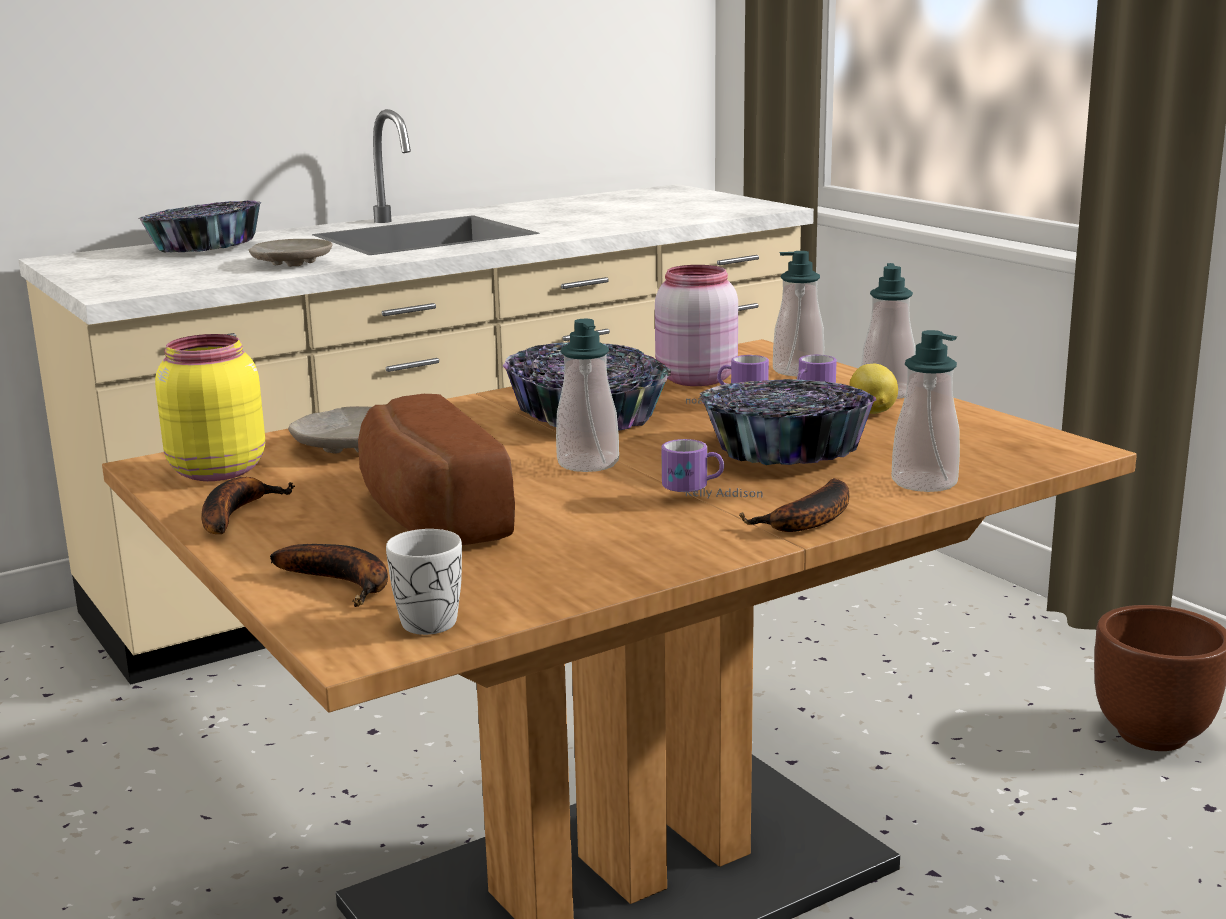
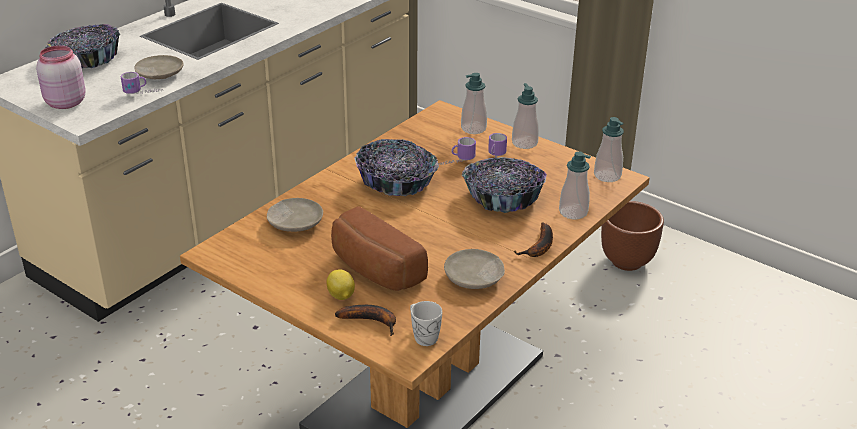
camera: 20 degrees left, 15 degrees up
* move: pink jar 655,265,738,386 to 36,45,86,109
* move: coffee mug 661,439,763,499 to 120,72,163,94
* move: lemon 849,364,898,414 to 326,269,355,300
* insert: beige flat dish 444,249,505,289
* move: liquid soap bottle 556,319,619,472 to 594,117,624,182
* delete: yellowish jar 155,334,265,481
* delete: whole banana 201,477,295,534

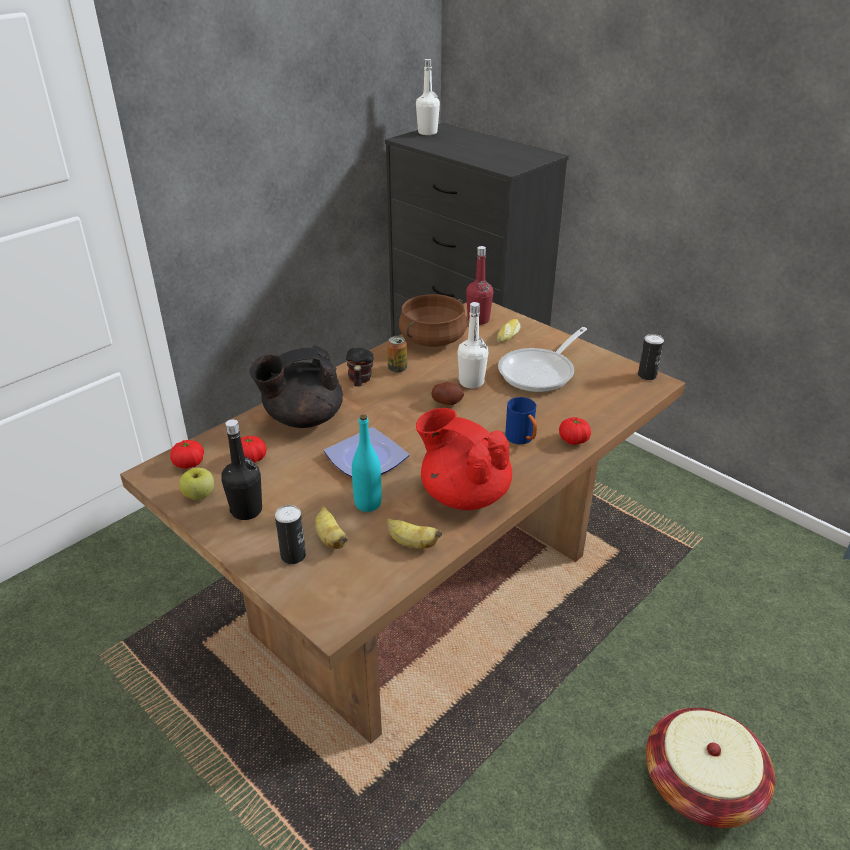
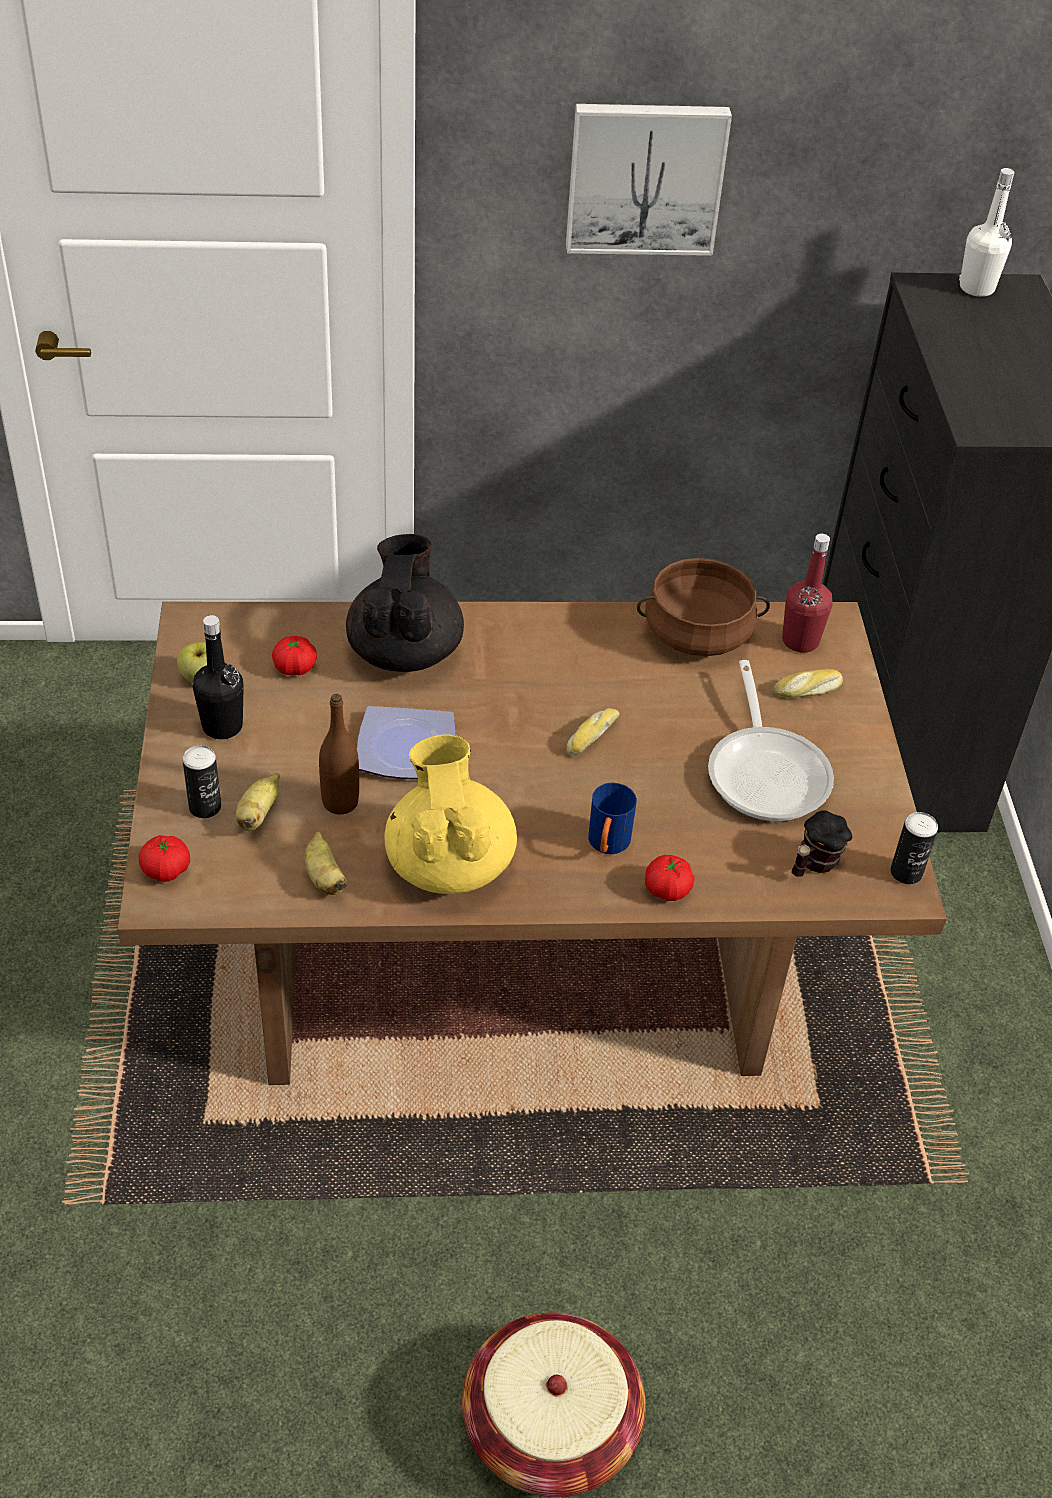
camera: 40 degrees right, 10 degrees up
* move: whole tomato 170,440,204,469 to 139,835,190,882
* recolor: turquoise-coloured drink bottle 352,415,382,512 to brown drink bottle 319,694,359,815
* rotate: black teapot 249,345,343,428 = 346,534,464,672 75 degrees clockwise
* recolor: red-coloured teapot 416,408,512,510 to yellowish teapot 384,734,517,894
* insert: wall art 566,104,732,256
* replace: whole potato 431,382,464,405 to bakery bread 566,708,620,756
* rotate: skillet 498,327,587,392 = 708,660,834,821 90 degrees counterclockwise
* move: coffee mug 346,348,374,387 to 791,810,852,877
* delete: can 387,336,407,373
* delete: whitish drink bottle 457,302,488,388

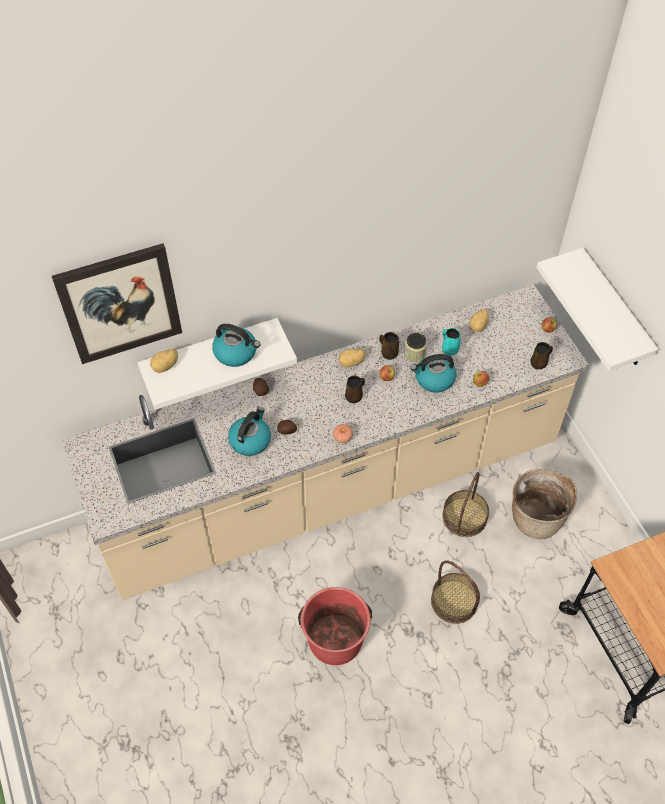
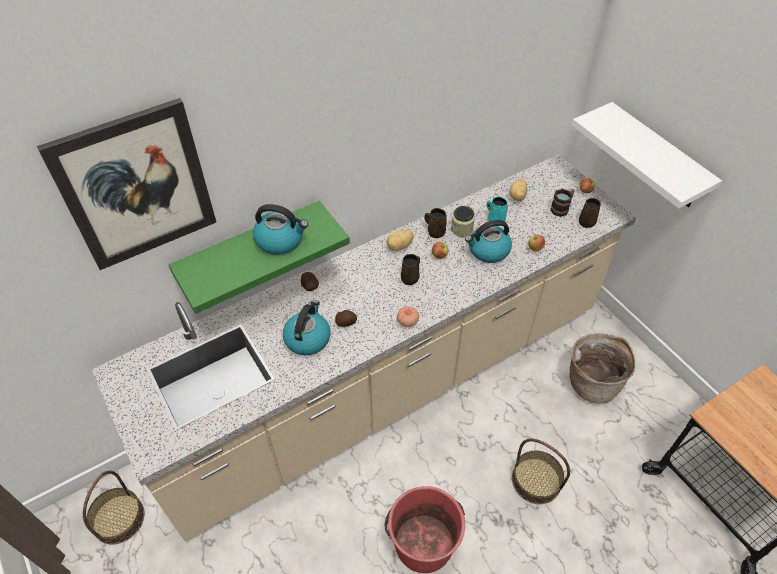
camera: 10 degrees left, 5 degrees down
* move: storage basket 443,472,489,537 to 83,471,145,545
* recolor: whitish bracket shelf 138,318,297,410 to green bracket shelf 169,201,350,314
* insert: coffee mug 550,189,574,217
* delete: whole potato 150,349,178,373

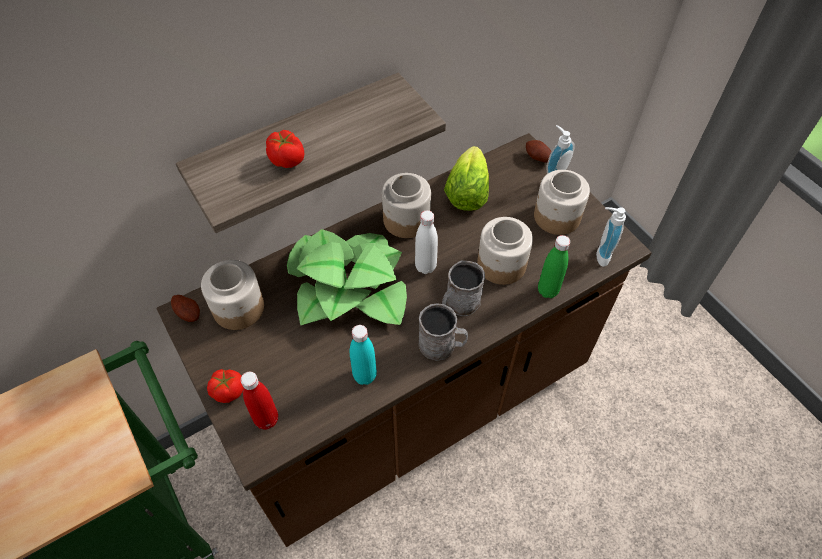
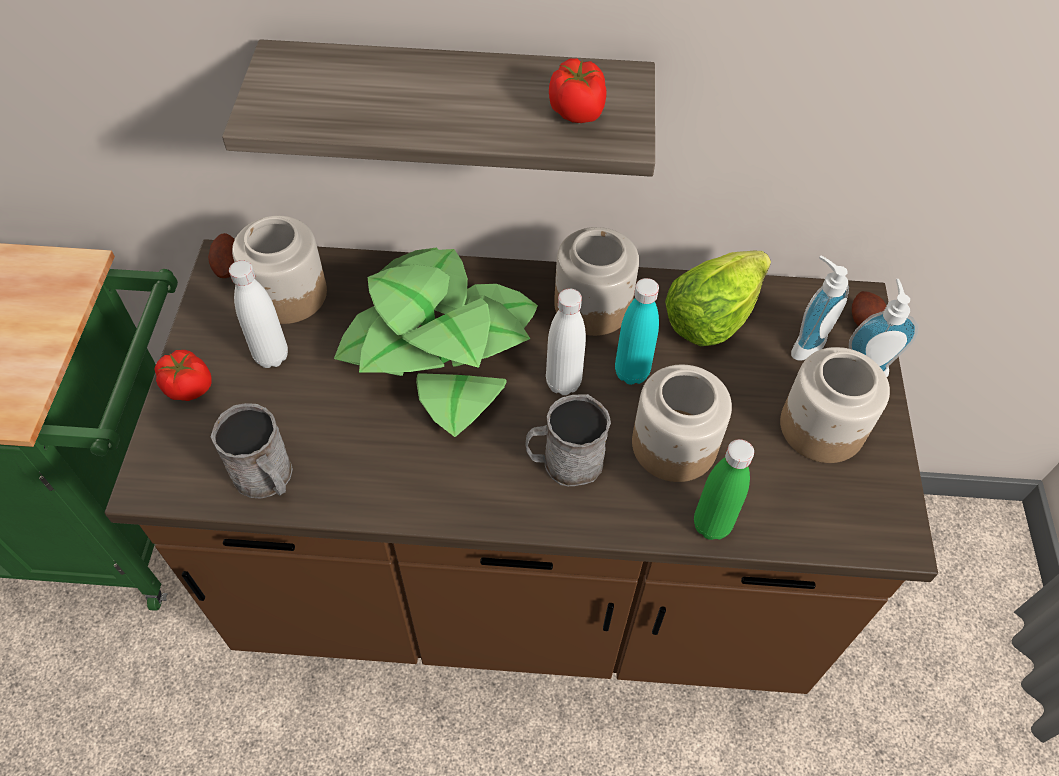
camera: 35 degrees right, 0 degrees up
* move: greyish coffee mug 418,303,468,361 to 211,403,293,499
* insert: whitish drink bottle 229,260,288,368
* move: whole tomato 266,130,304,168 to 549,58,607,123
* move: turquoise-coloured drink bottle 350,325,377,385 to 615,278,659,385
* move: liquid soap bottle 596,207,626,267 to 791,256,849,361
* delete: red-coloured drink bottle 241,372,278,430

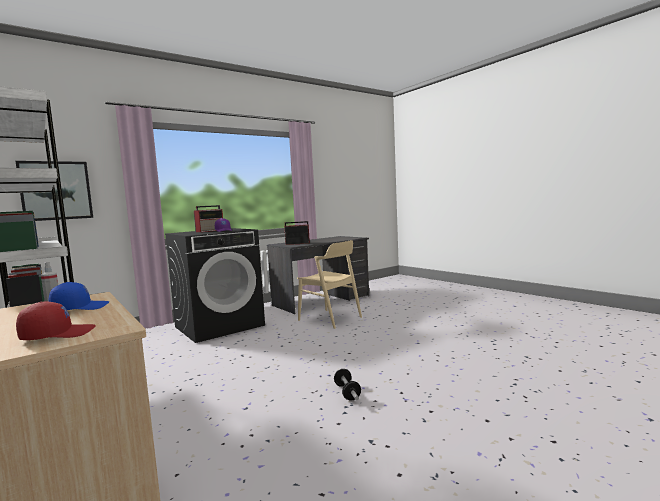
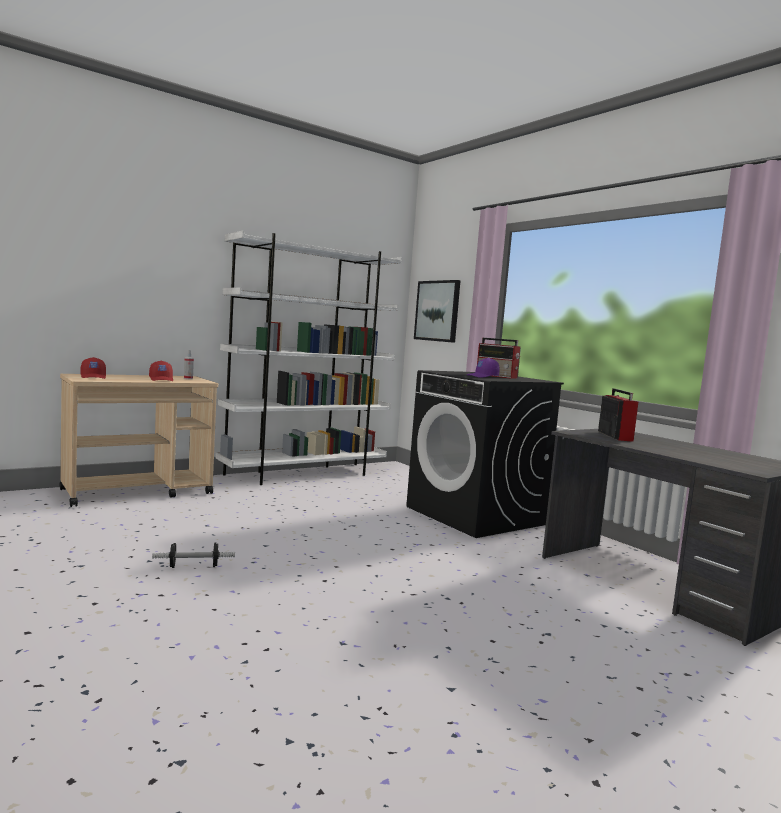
camera: 90 degrees right, 0 degrees up
* recolor: blue peaked cap 48,282,109,310 to red-coloured peaked cap 149,361,173,381
* delete: beige chair 297,240,362,329

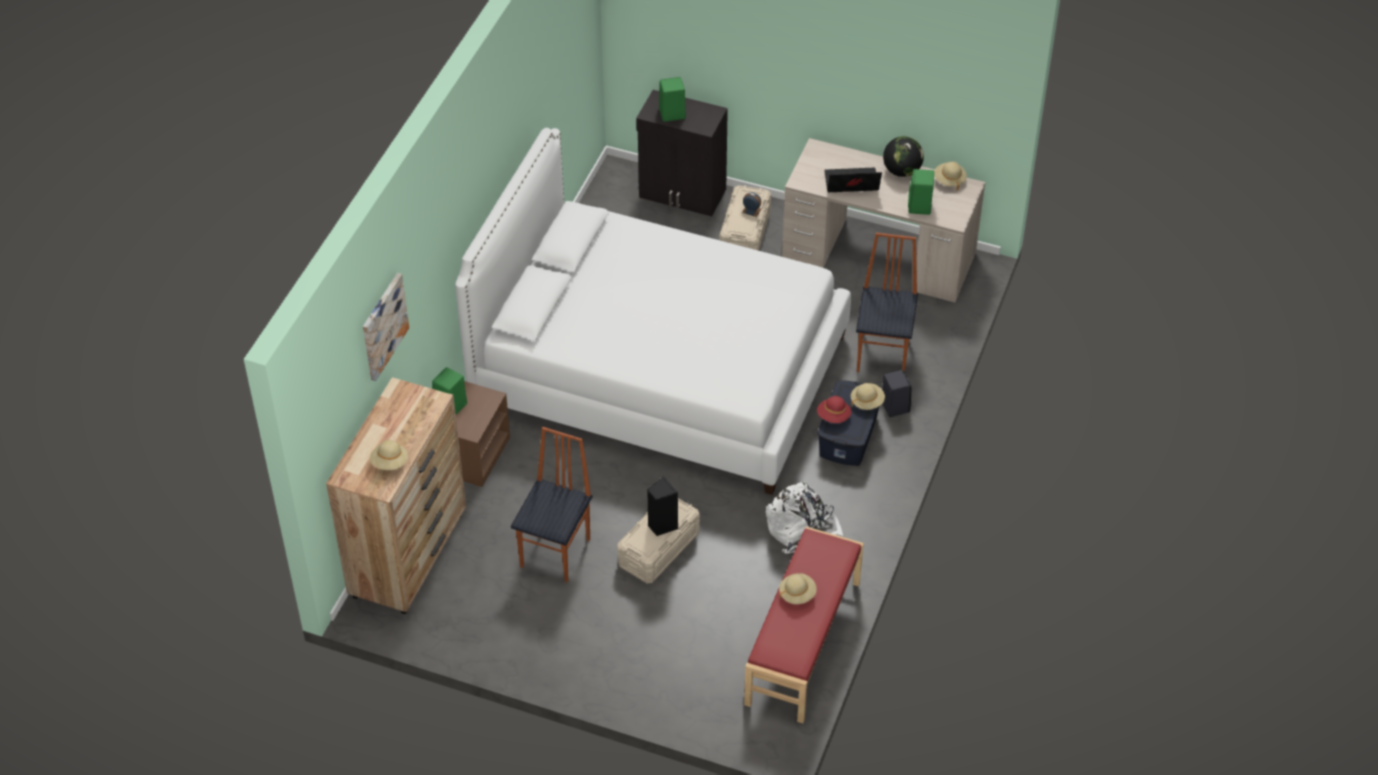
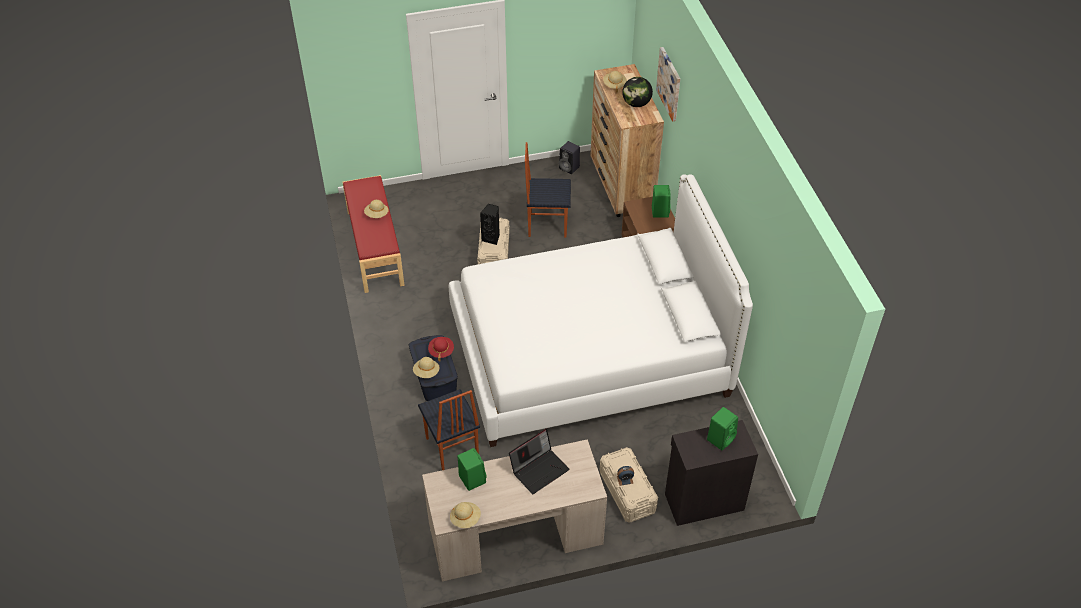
camera: 145 degrees right, 0 degrees up
* rotate: chair 511,427,592,582 = 525,142,571,238 105 degrees clockwise
* move: black audio speaker 882,370,912,417 to 559,141,580,174
* move: globe 883,136,924,177 to 622,77,653,107
* delete: whitish knapsack 766,482,843,554

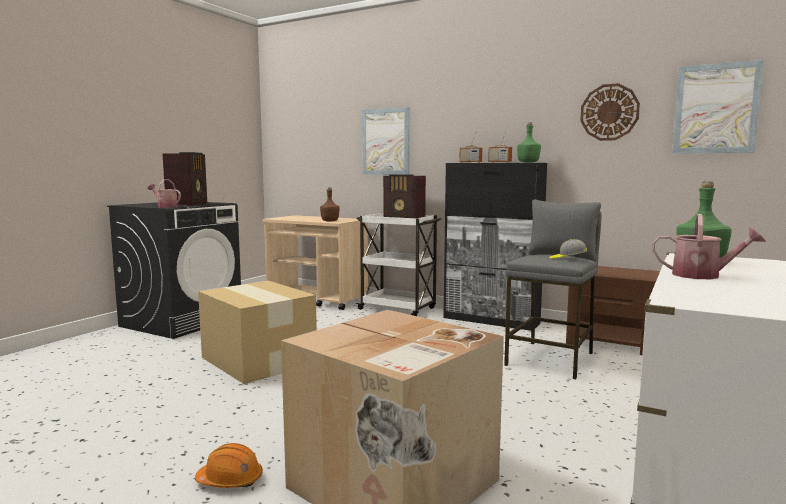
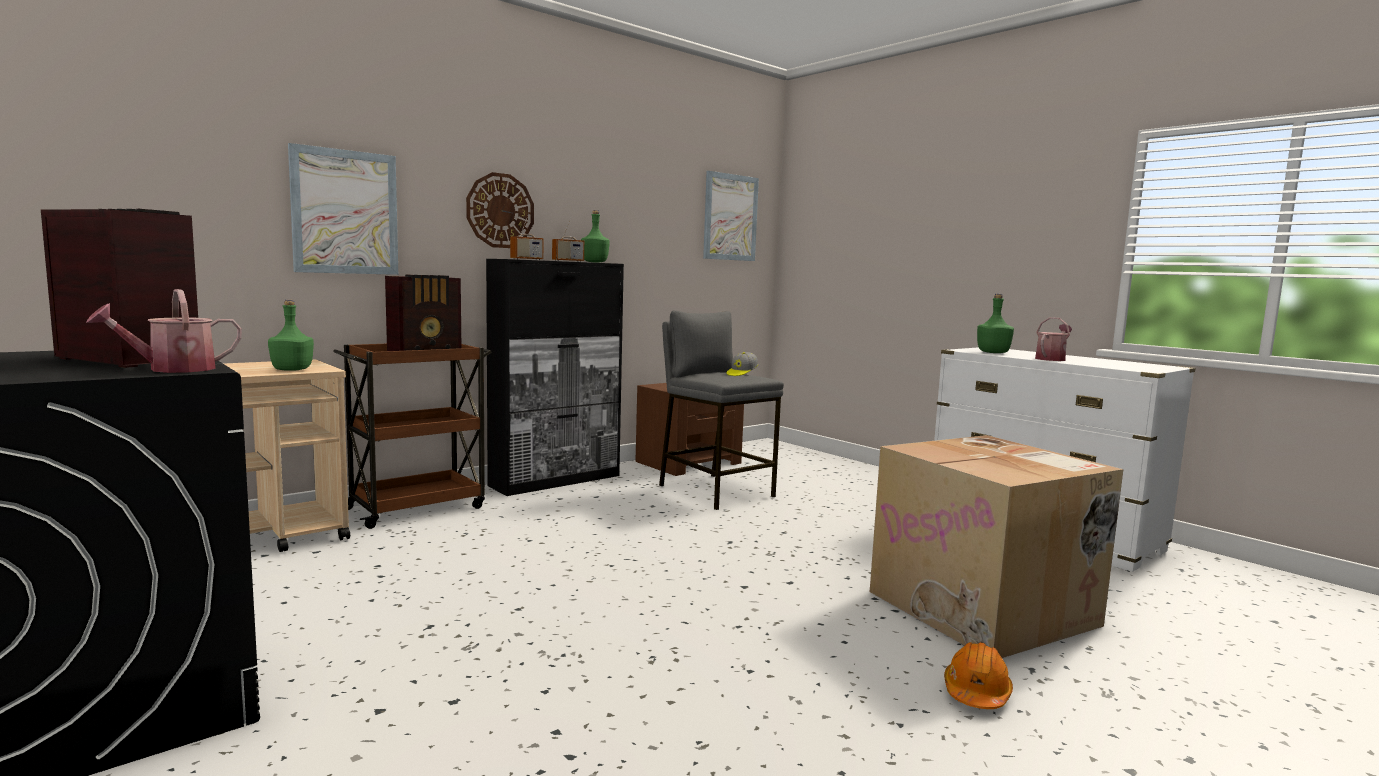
camera: 70 degrees left, 0 degrees up
* recolor: brown drink bottle 320,187,339,221 to green drink bottle 268,300,314,371
* recolor: whitish trolley 356,213,441,316 to brown trolley 333,344,492,529
* move: hanging clock 580,83,640,141 to 466,172,534,248
* delete: carton 198,281,317,384

